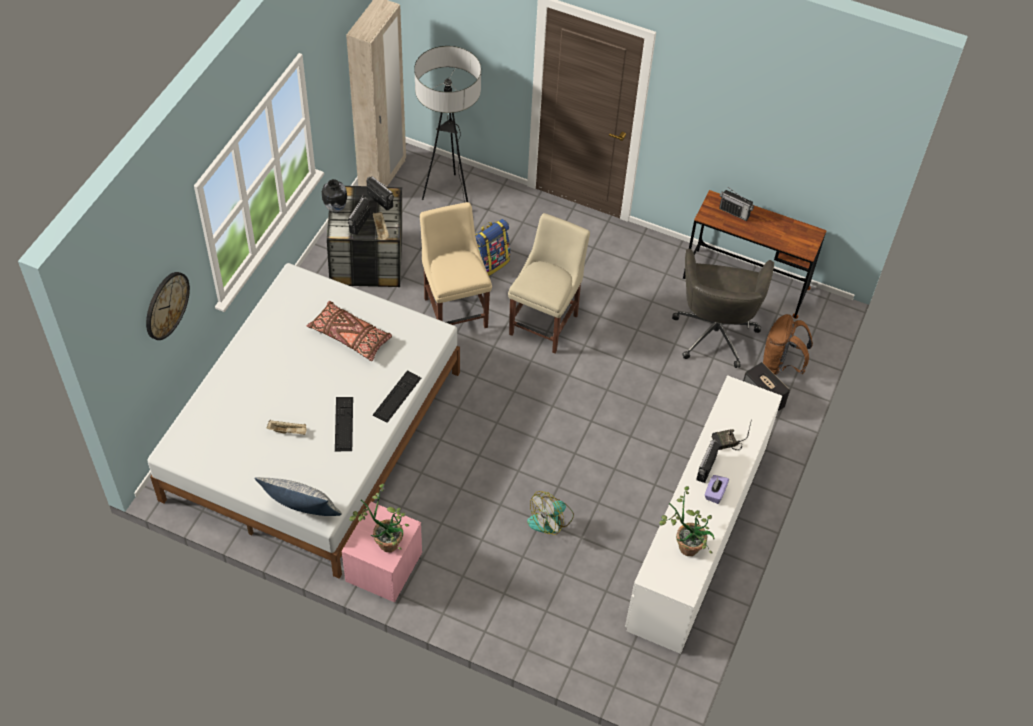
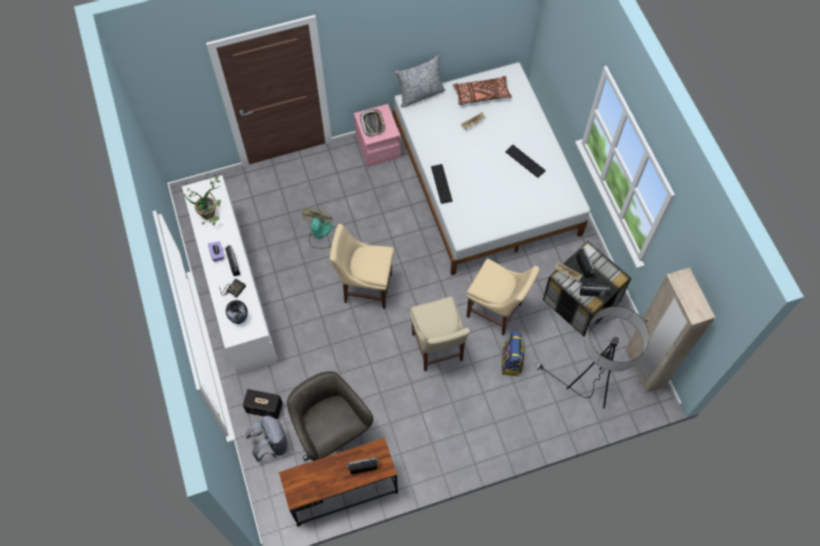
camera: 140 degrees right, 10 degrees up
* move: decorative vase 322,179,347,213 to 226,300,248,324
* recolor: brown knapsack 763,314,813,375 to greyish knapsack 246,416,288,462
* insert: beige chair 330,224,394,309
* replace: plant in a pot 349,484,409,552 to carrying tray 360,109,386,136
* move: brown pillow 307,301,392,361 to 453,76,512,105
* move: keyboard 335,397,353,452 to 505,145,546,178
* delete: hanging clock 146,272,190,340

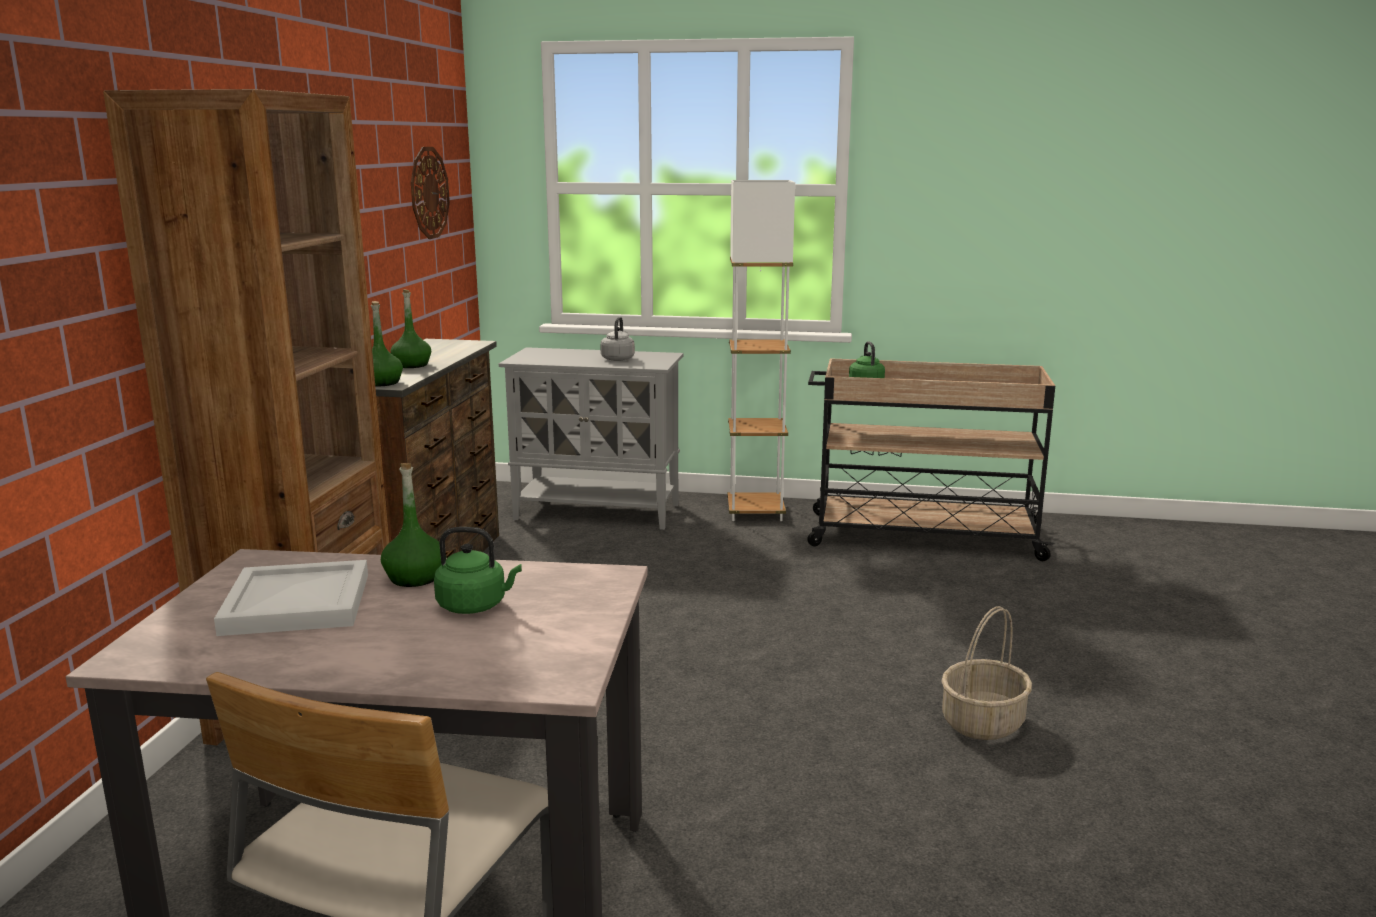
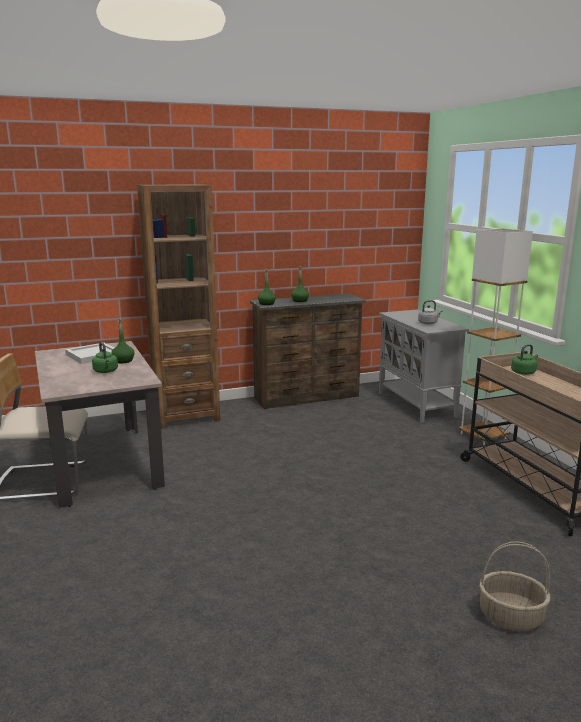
camera: 60 degrees right, 0 degrees up
* move: storage basket 941,606,1032,740 to 479,541,550,631
* delete: hanging clock 411,147,450,239

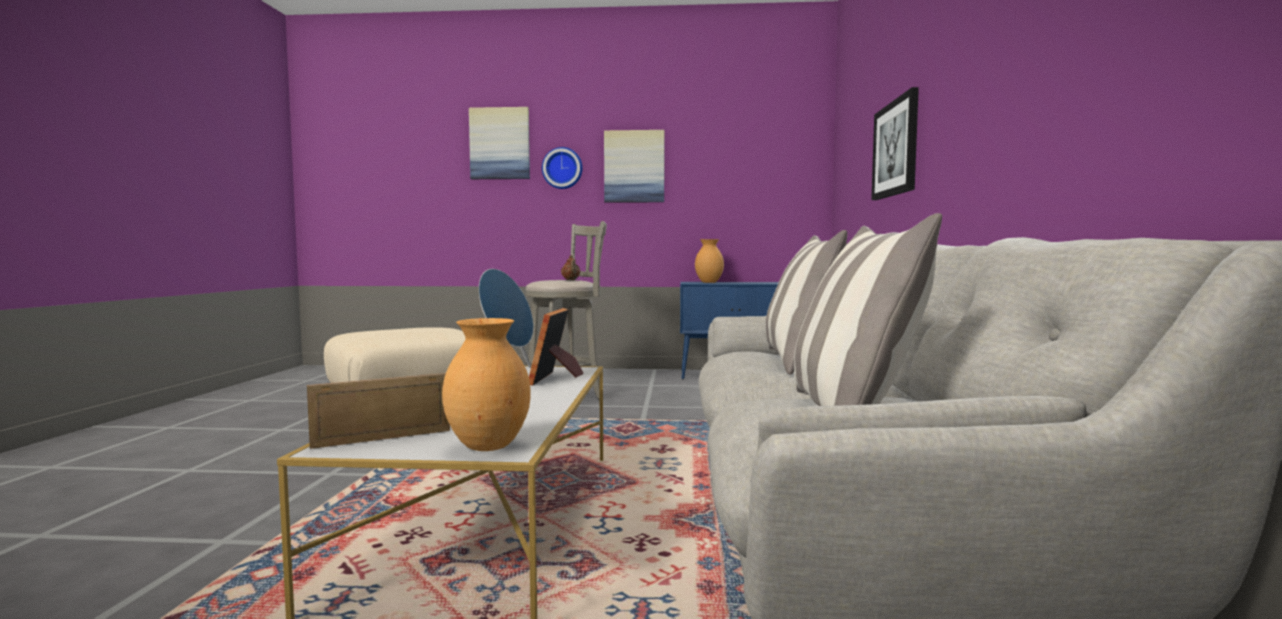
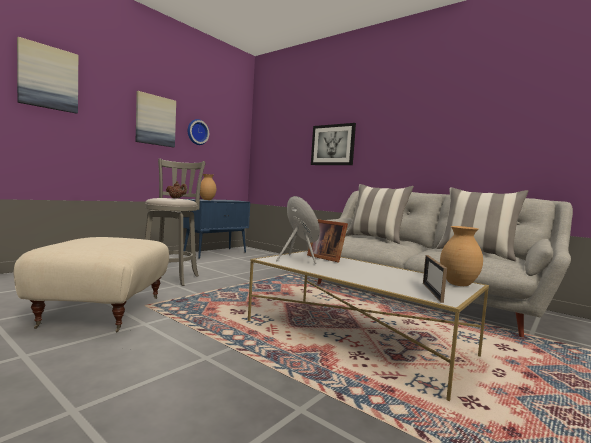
camera: 55 degrees left, 0 degrees up
* move: hanging clock 542,147,583,189 to 188,119,209,145

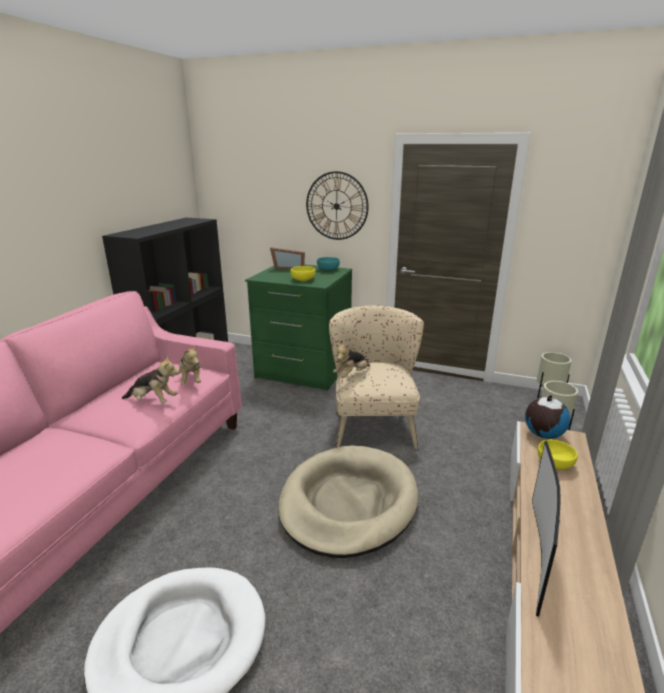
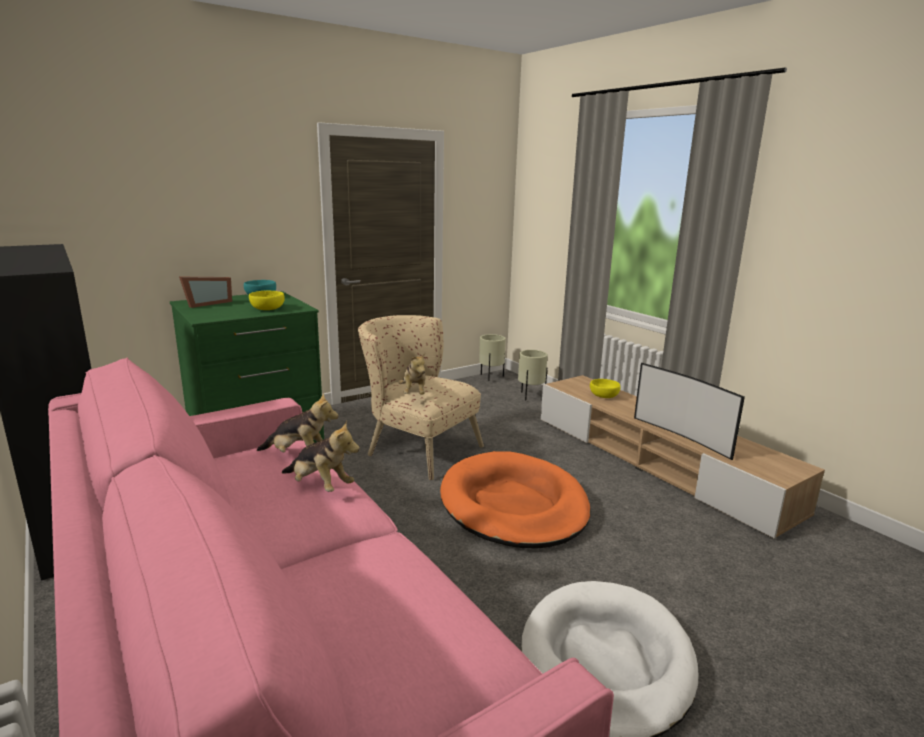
camera: 55 degrees left, 5 degrees down
* rotate: cuddly toy 122,356,180,403 = 282,420,360,492 75 degrees clockwise
* recolor: beige dog bed 278,446,418,558 to orange dog bed 440,451,590,548
* delete: hanging clock 306,171,369,240
* delete: globe 525,395,570,439

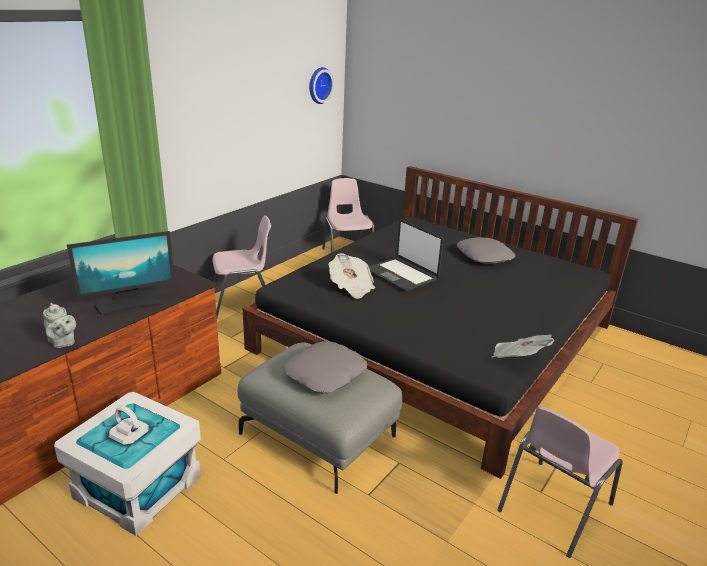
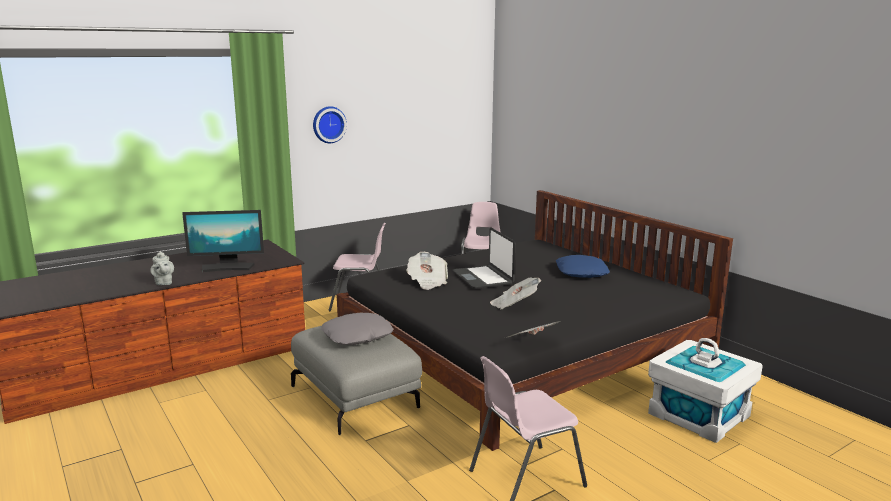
camera: 20 degrees right, 10 degrees down
* move: hanging clock 309,67,334,104 to 313,106,347,143
* insert: newspaper 490,277,541,310
* recolor: greyish pillow 457,237,516,264 to blue pillow 556,255,610,278
* move: whitish storage container 54,392,201,536 to 648,338,763,443

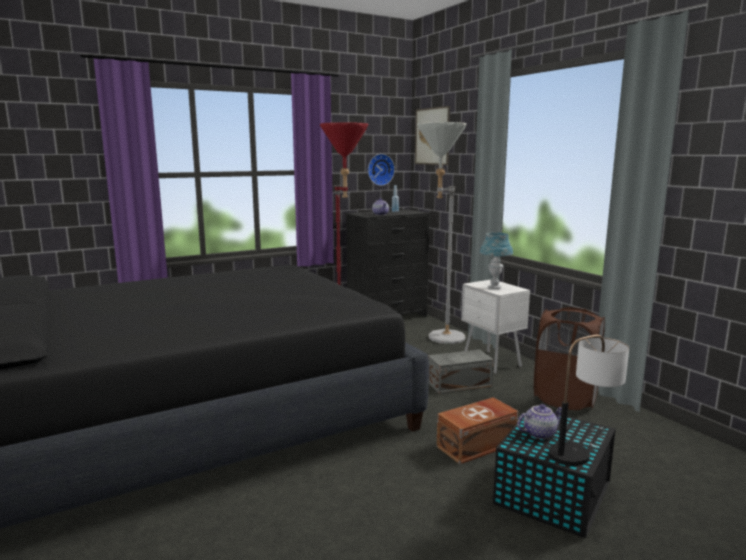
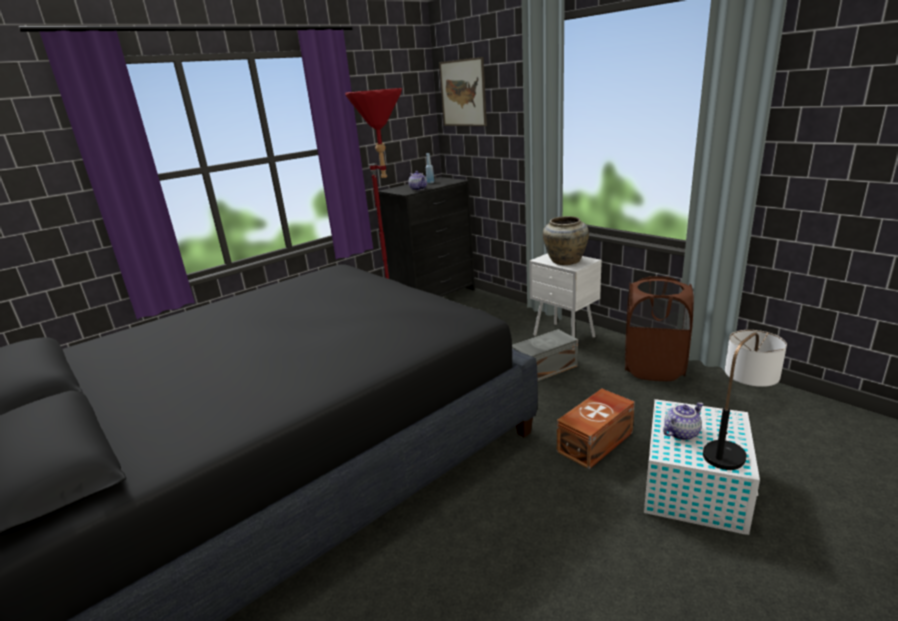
camera: 10 degrees left, 10 degrees up
* replace: blue tabletop lamp 480,232,513,289 to beige decorative vase 543,216,589,265
* recolor: black storage container 493,407,616,538 to whitish storage container 644,399,760,535
* delete: hanging clock 368,154,395,186
* delete: greyish standing lamp 417,122,467,344

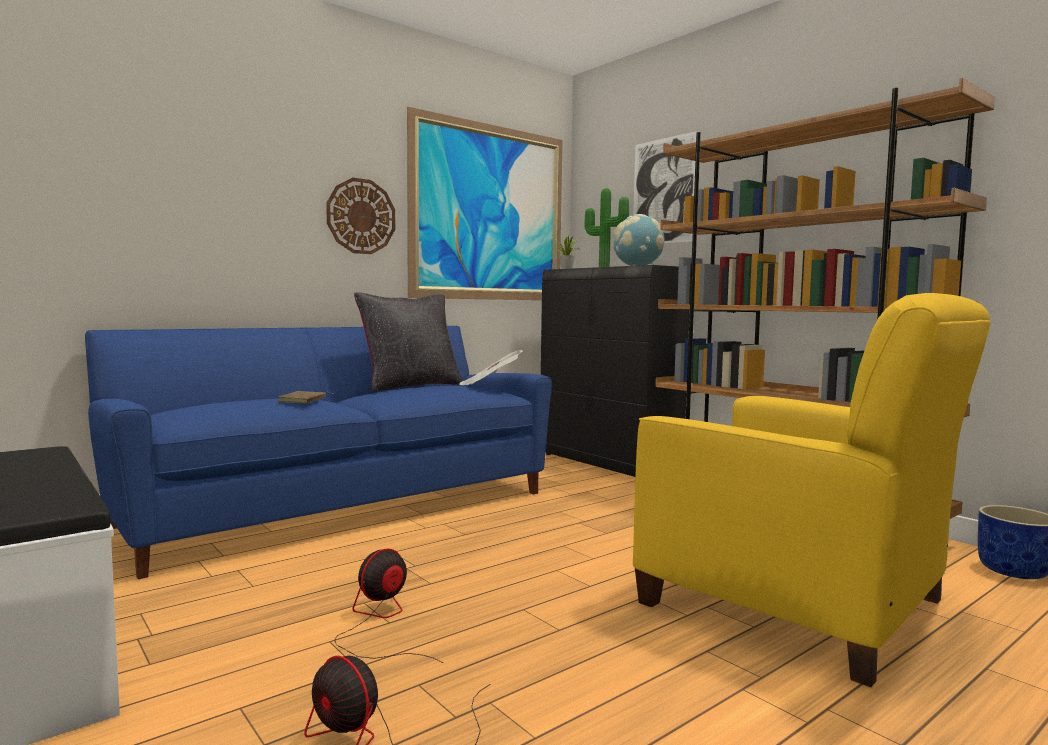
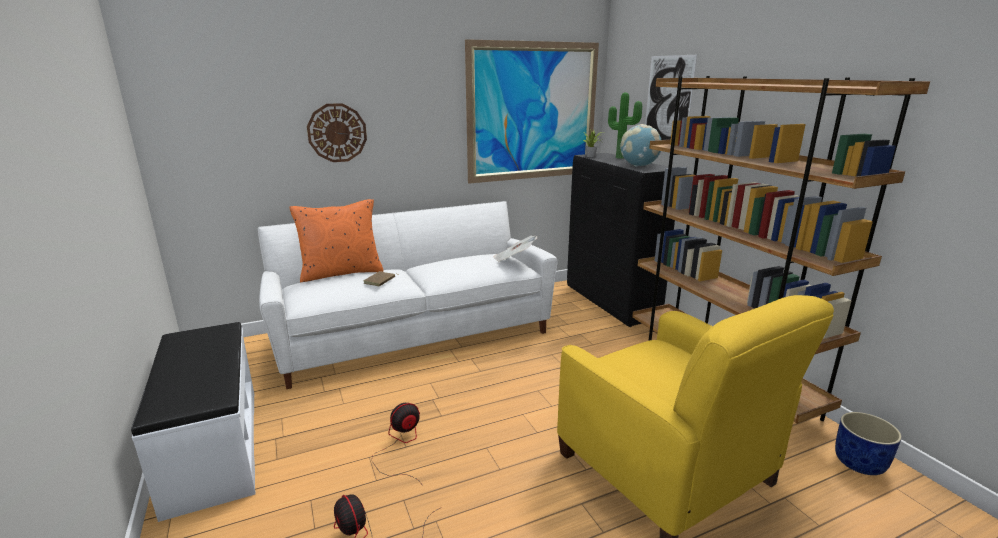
camera: 15 degrees right, 15 degrees up
* recolor: blue sofa 85,326,552,579 to whitish sofa 258,201,558,389
* insert: orange pillow 290,199,384,283
* move: hanging clock 326,178,395,254 to 307,103,367,162
* delete: black pillow 354,292,462,392

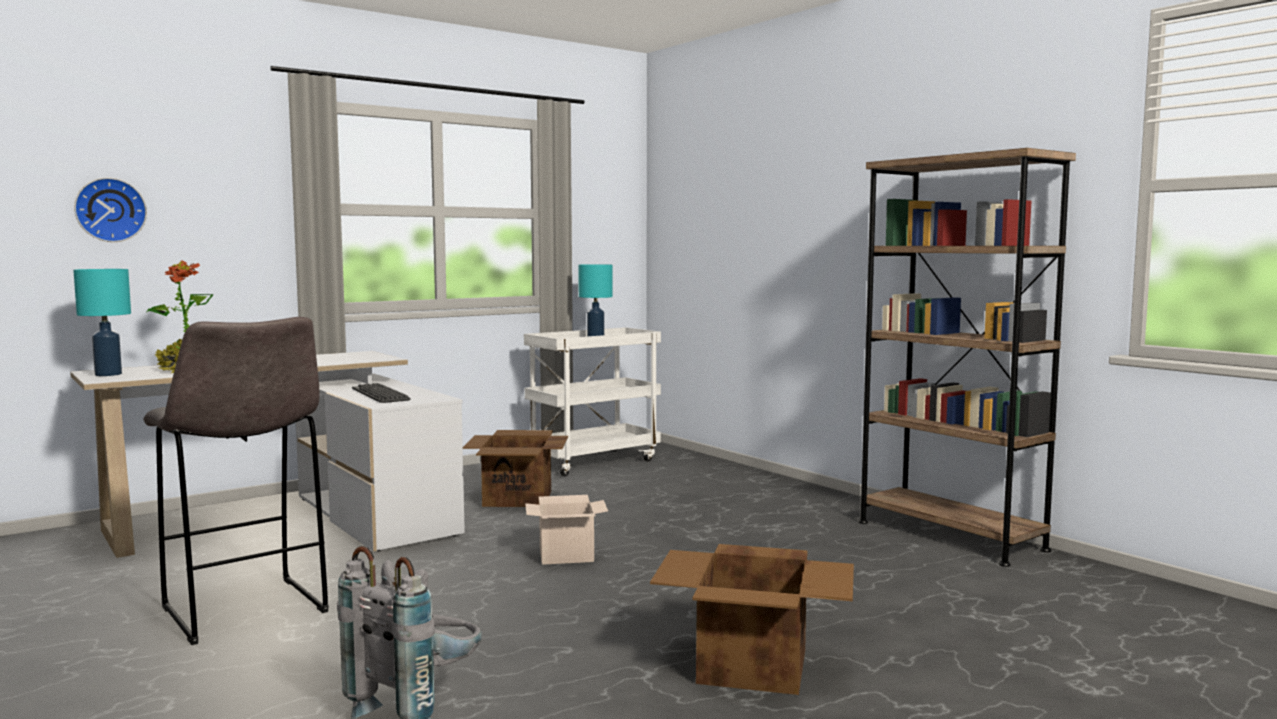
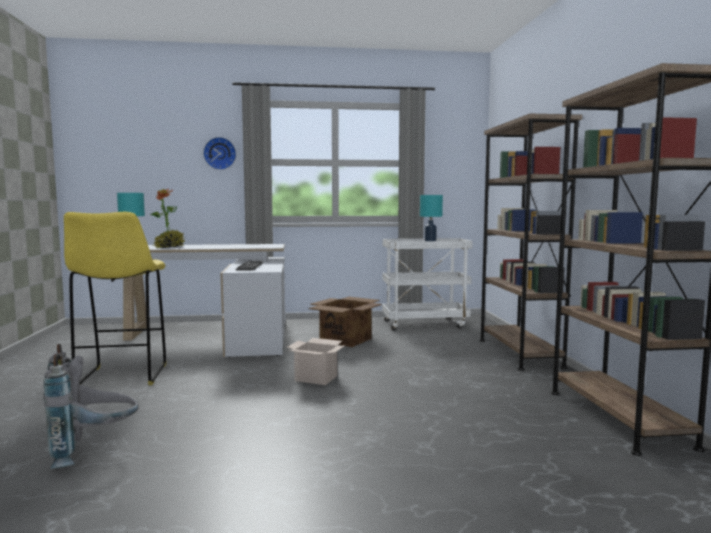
camera: 30 degrees right, 0 degrees up
* recolor: greyish sitting stool 143,317,329,645 to yellowish sitting stool 64,212,166,385
* move: hanging clock 74,178,147,242 to 203,137,236,170
* insert: brown shelving unit 479,114,582,371
* delete: carton 650,544,854,695

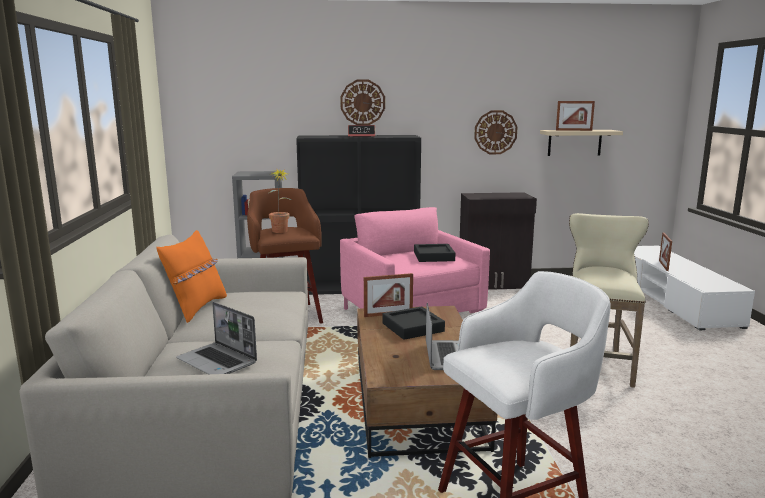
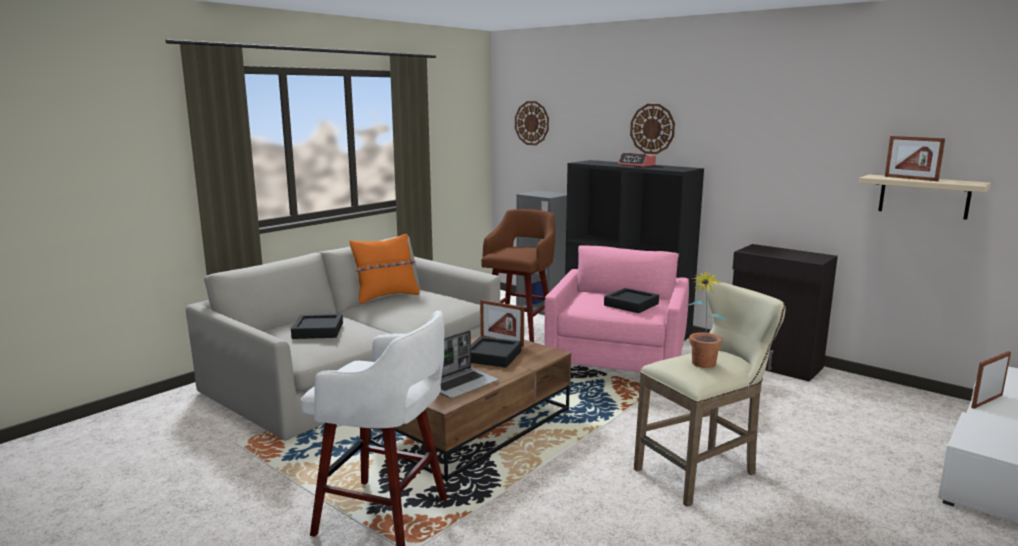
camera: 45 degrees right, 0 degrees up
* replace: notebook computer 176,302,257,374 to black carrying tray 291,314,343,339
* move: hanging clock 474,110,518,154 to 515,101,549,145
* move: plant in a pot 269,168,292,233 to 689,269,728,368

